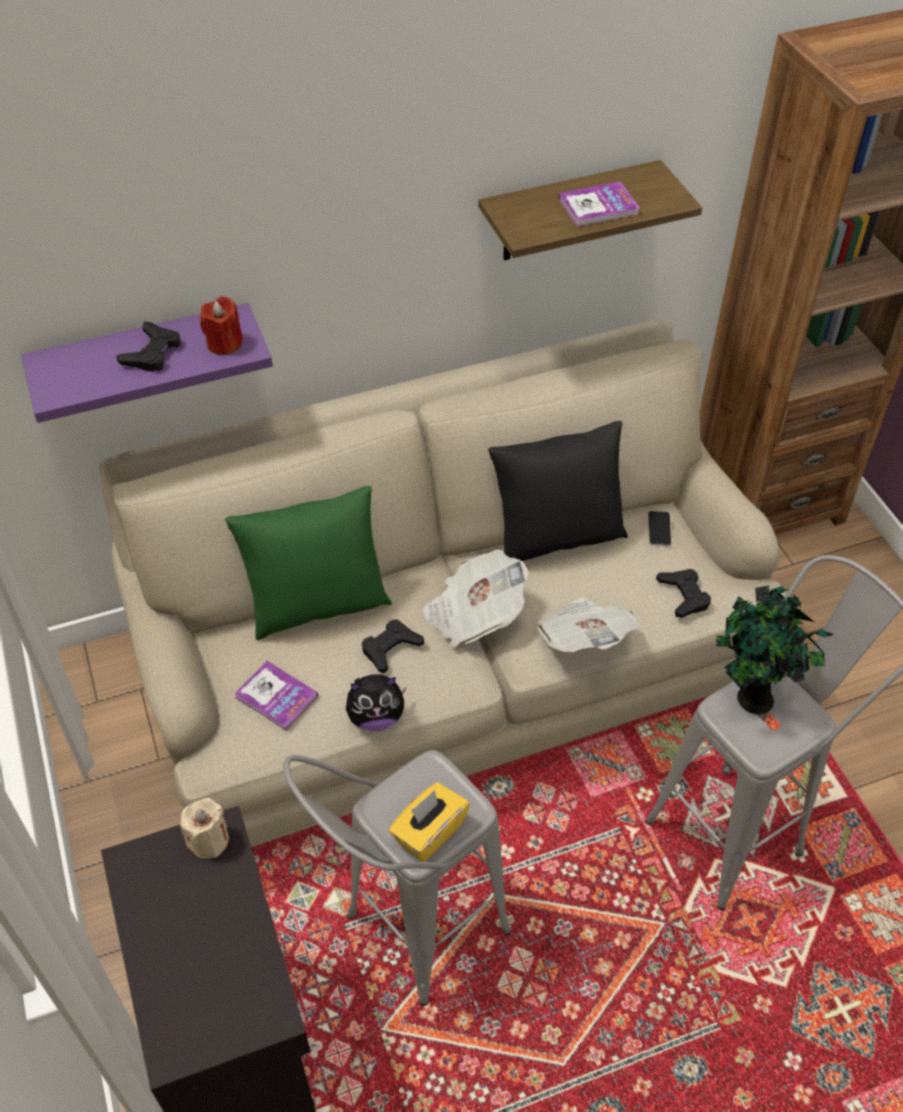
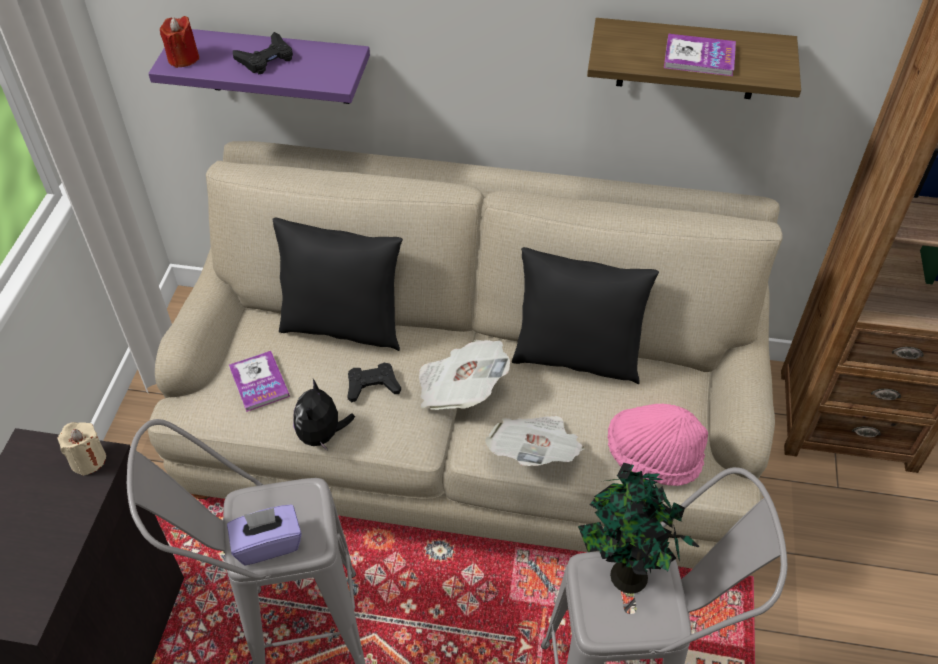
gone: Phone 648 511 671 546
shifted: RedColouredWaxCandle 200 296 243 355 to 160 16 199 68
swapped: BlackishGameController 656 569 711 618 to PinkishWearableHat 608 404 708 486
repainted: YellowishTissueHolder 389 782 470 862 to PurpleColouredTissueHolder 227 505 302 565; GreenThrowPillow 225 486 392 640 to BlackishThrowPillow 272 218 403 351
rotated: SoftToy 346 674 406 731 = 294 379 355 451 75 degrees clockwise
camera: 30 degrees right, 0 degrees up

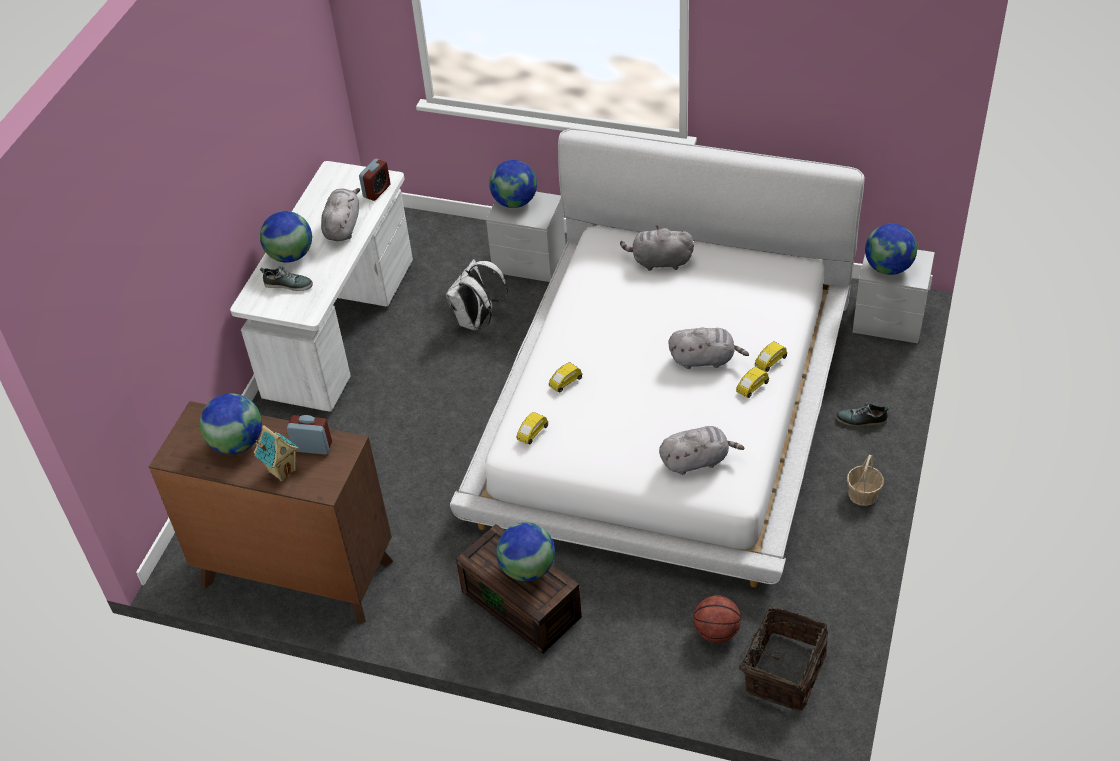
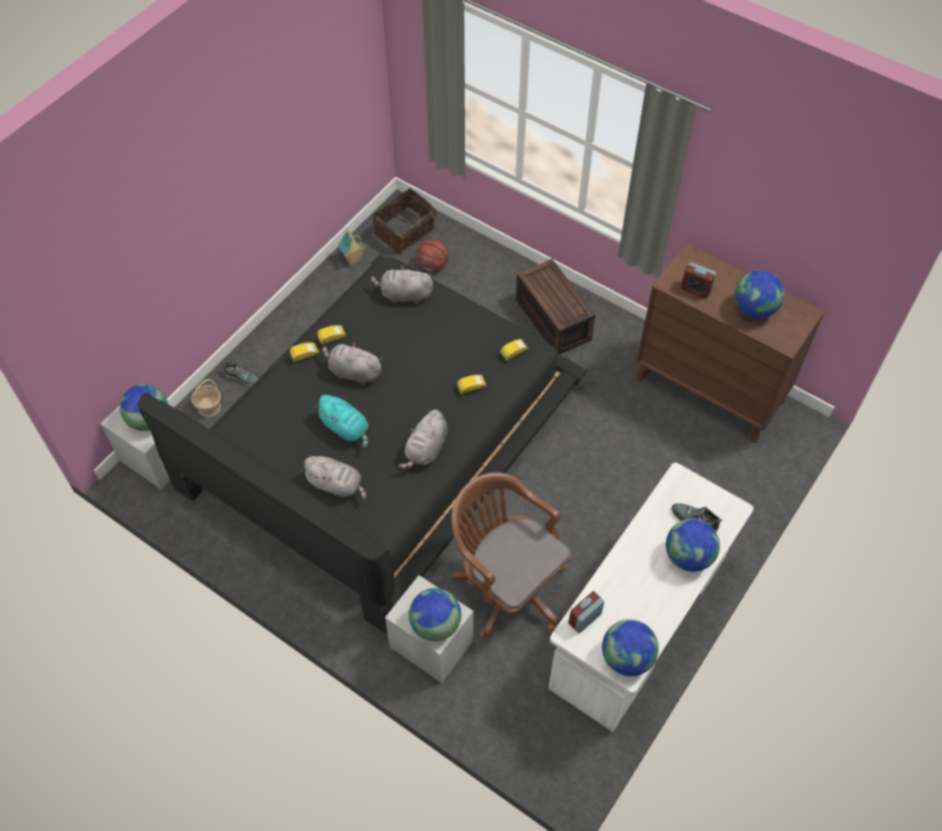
new: TurquoiseSoftToy 314 395 369 448
shifted: HouseholdBasket 847 455 884 506 to 191 379 221 417; ModelHouse 254 425 299 481 to 338 229 366 266; GreySoftToy 321 188 360 241 to 399 410 448 469; Globe 496 522 555 581 to 602 619 659 676
swapped: WhitishRucksack 446 259 508 330 to BrownColouredComputerChair 452 472 571 638
repainted: WhitishSleepingBed 450 128 865 587 to BlackishSleepingBed 138 255 587 634
camera: 165 degrees left, 10 degrees up

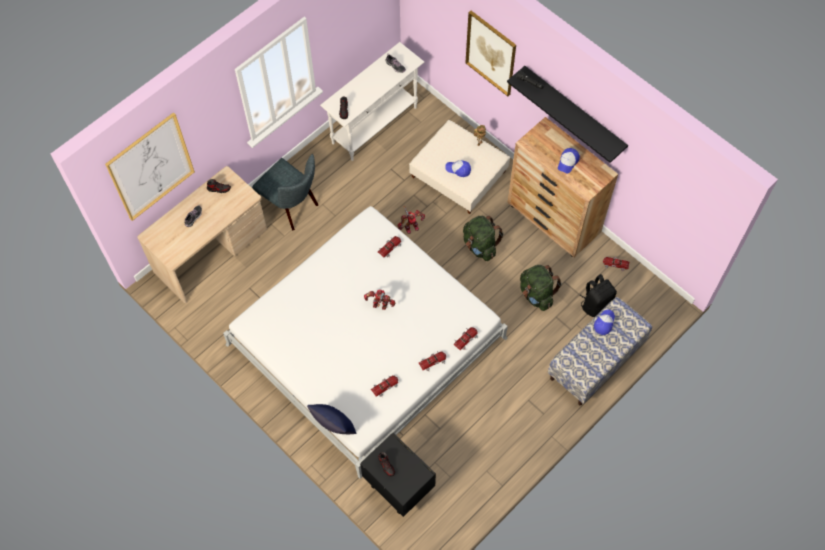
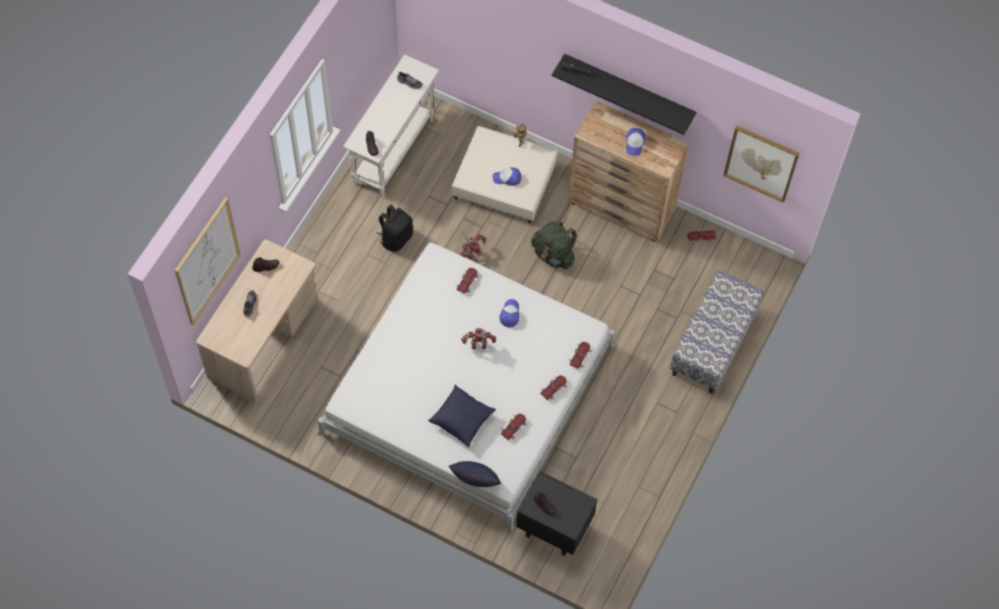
gone: GreyUprightChair 252 154 318 230; GreenRucksack 520 265 562 311
new: BlueThrowPillow 428 384 496 447
shifted: BlackishRucksack 579 274 617 317 to 376 205 413 252; Cap 594 310 615 335 to 500 299 519 327; WallPicture 466 11 516 96 to 723 126 800 203
camera: 20 degrees left, 0 degrees up

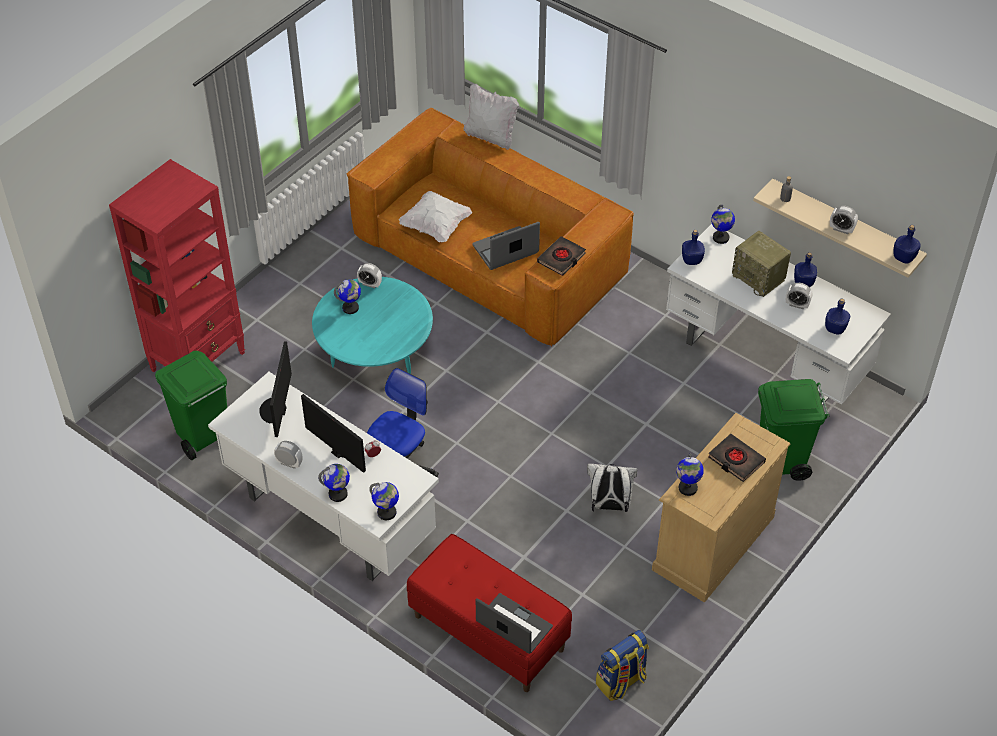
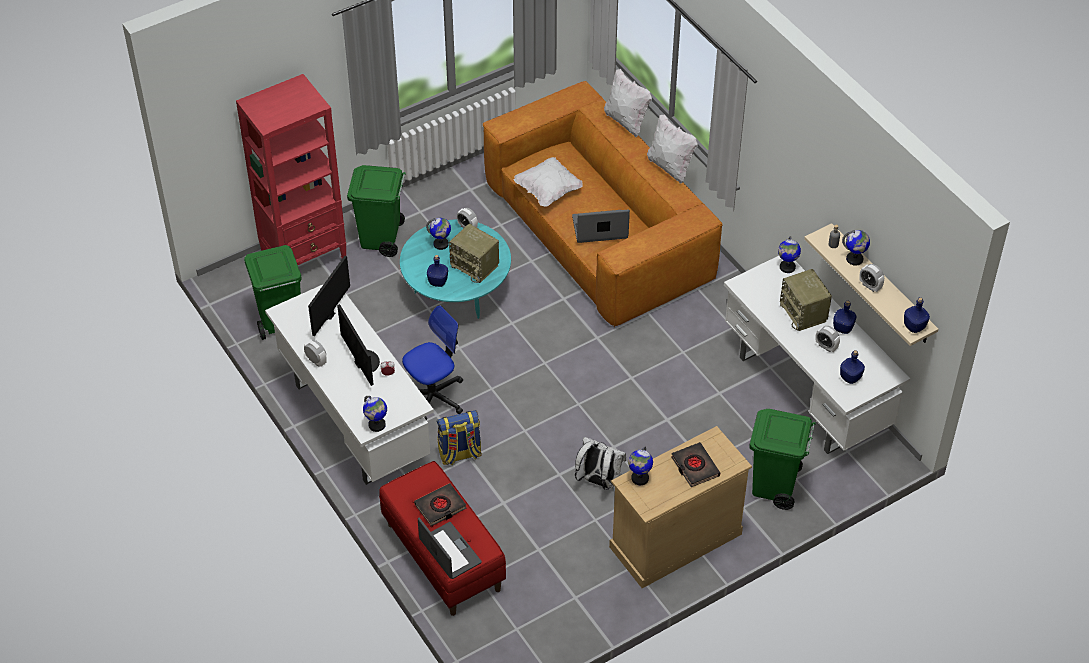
new: GreenRubbishBin 347 165 406 257; RadioSet 449 224 499 283; WhitishThrowPillow 647 114 698 184
shifted: BlackishVolume 537 236 586 276 to 414 483 466 526; BlueDrinkBottle 682 230 705 265 to 427 255 448 287; Rucksack 596 630 649 701 to 437 410 482 465; Globe 318 464 350 502 to 842 230 870 266
camera: 20 degrees right, 0 degrees up

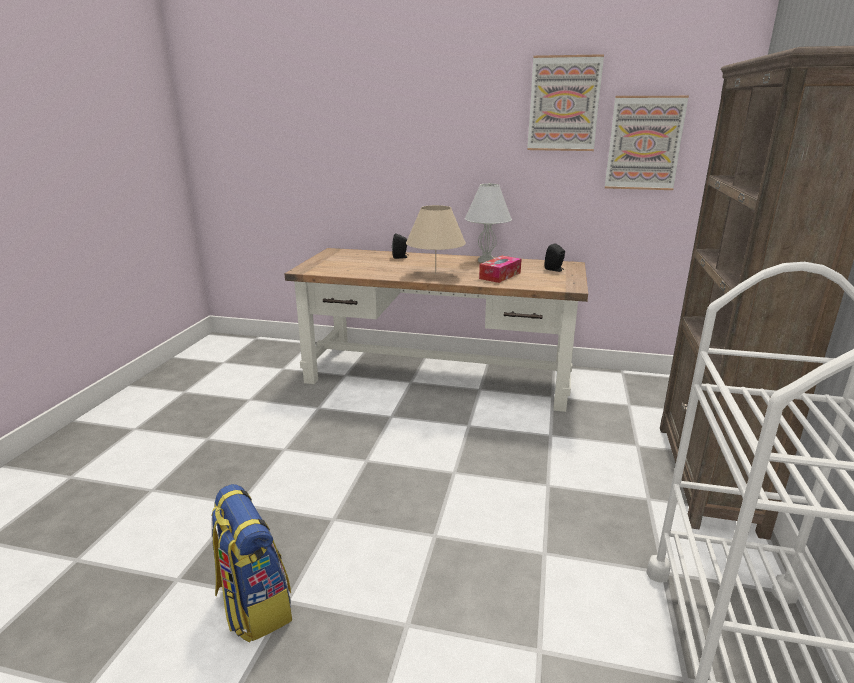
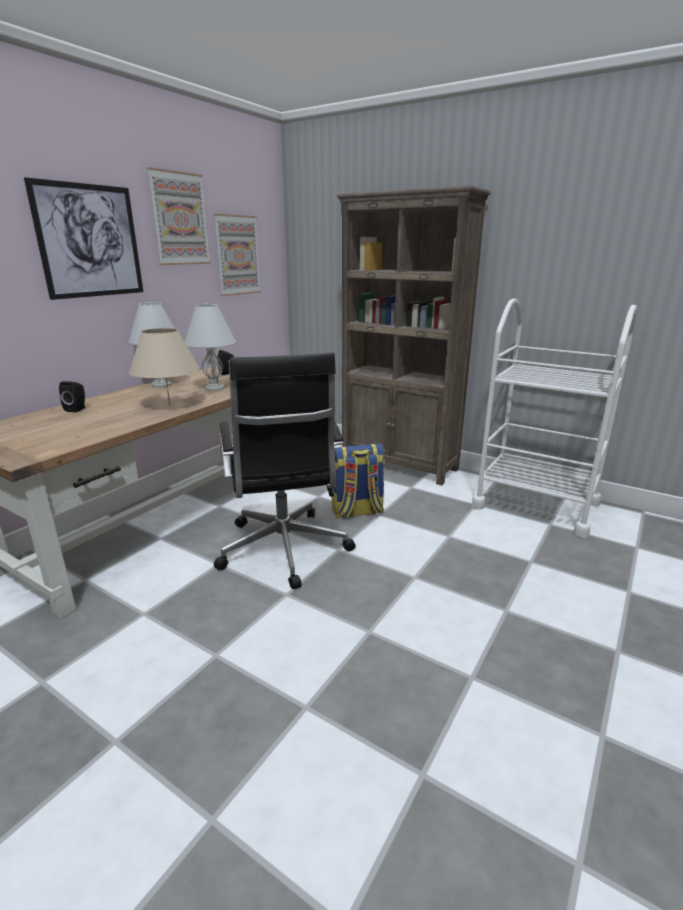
new: WallPicture 24 177 143 300; BlackishComputerChair 214 353 356 589
shifted: Rucksack 211 484 292 643 to 332 443 385 519
swapped: TissueHolder 479 256 521 283 to WhitishTabletopLamp 184 303 236 391
camera: 70 degrees left, 0 degrees up

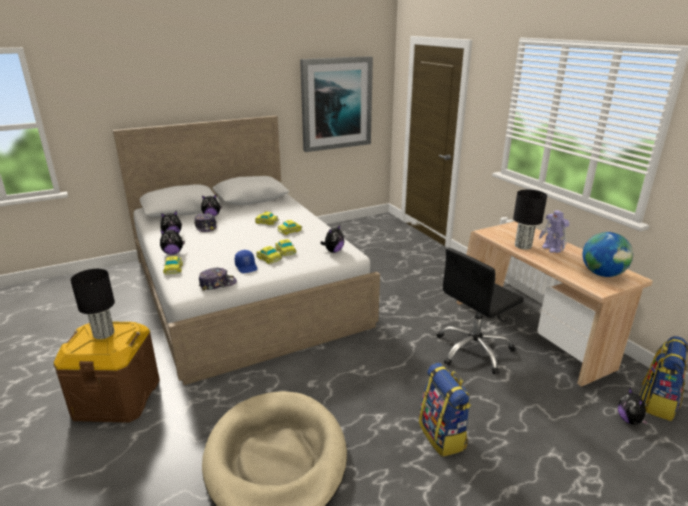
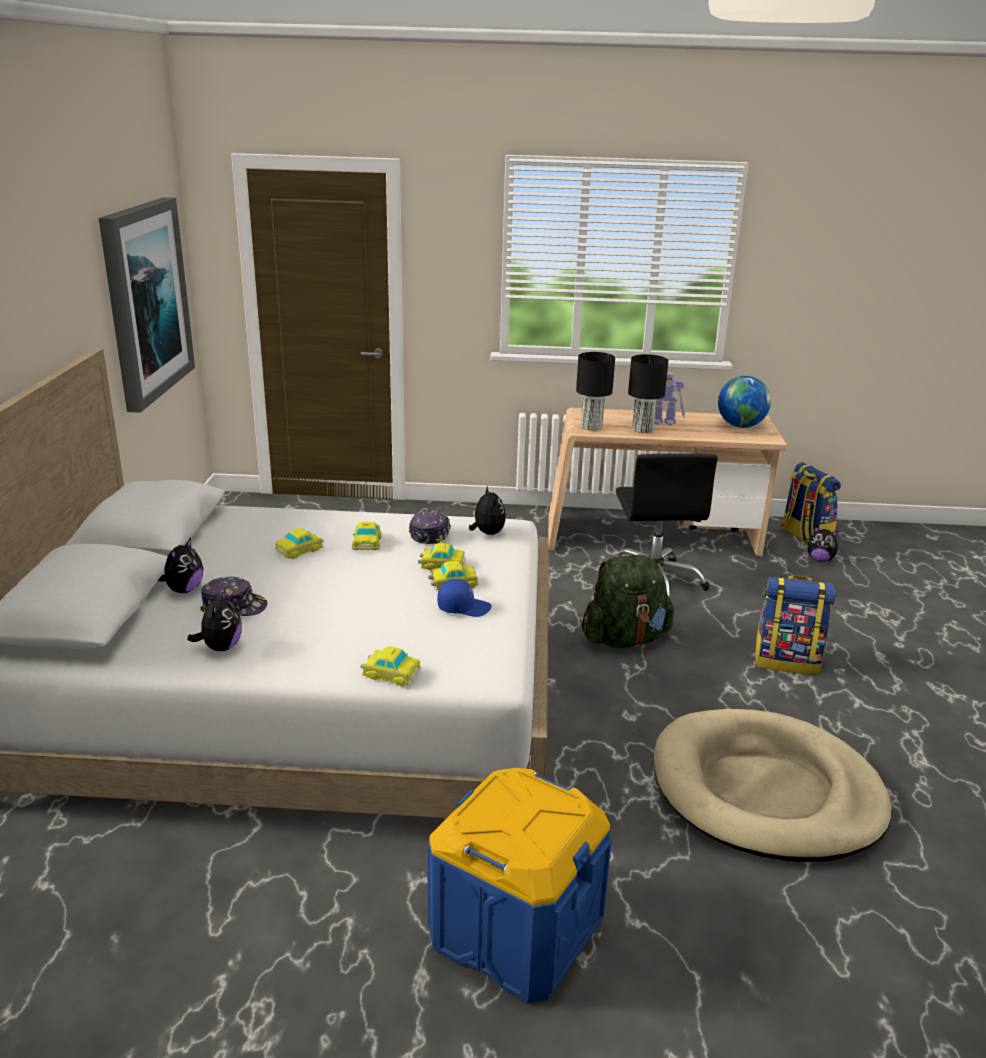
gone: SoftToy 160 228 185 255
new: GreenRucksack 582 555 674 648
shifted: Cap 199 268 237 291 to 409 509 451 544; BlackishTabletopLamp 70 269 115 339 to 576 352 615 431
repainted: BrownColouredStorageContainer 54 322 160 423 to BlueStorageContainer 428 768 612 1003
camera: 60 degrees left, 0 degrees up

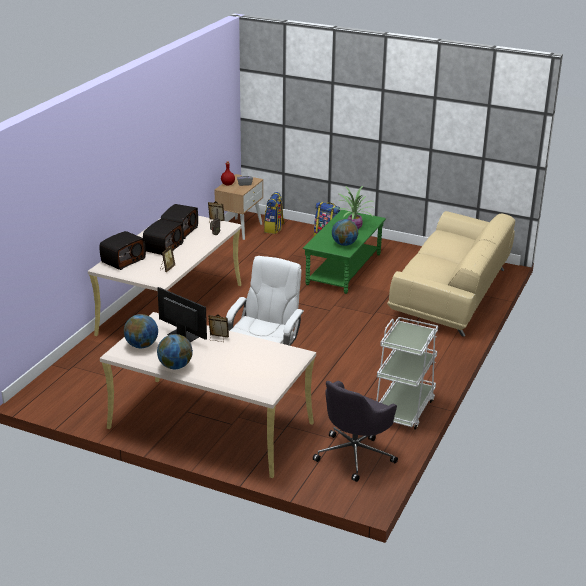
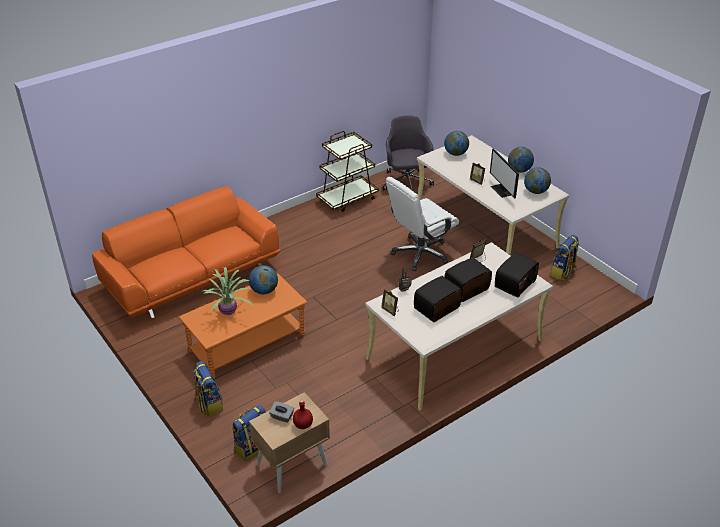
new: Globe 444 131 469 156; Rucksack 550 235 579 281
repainted: BeigeSettee 387 211 515 337 to OrangeSettee 92 186 281 318; GreenLowTable 303 210 386 294 to OrangeLowTable 179 273 307 378; WhitishCart 376 317 438 430 to BrownColouredCart 316 131 379 212
rotated: GreyComputerChair 313 381 398 482 = 383 115 434 192 75 degrees counterclockwise; RadioSet 100 231 146 270 = 495 253 539 298 150 degrees clockwise
camera: 150 degrees left, 10 degrees up

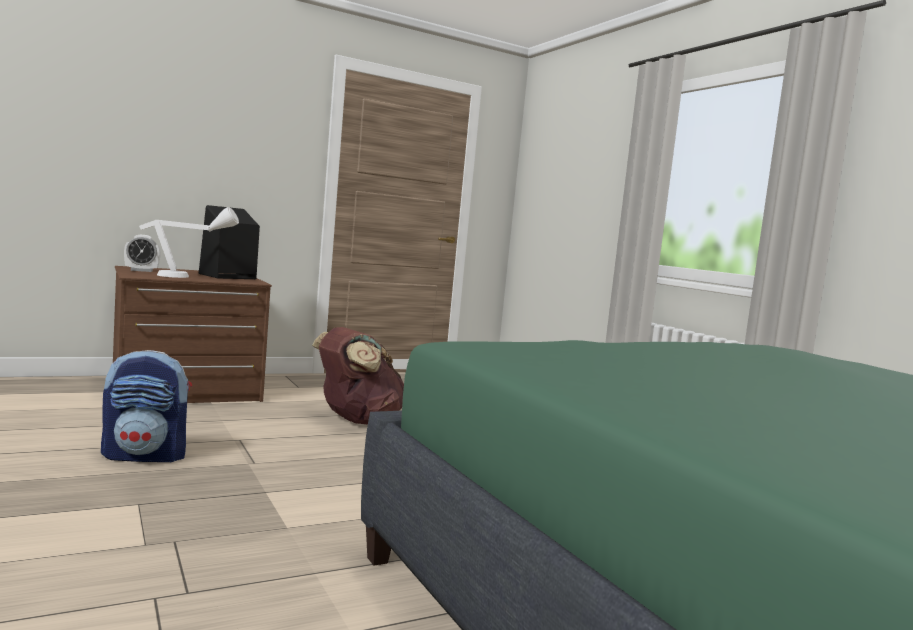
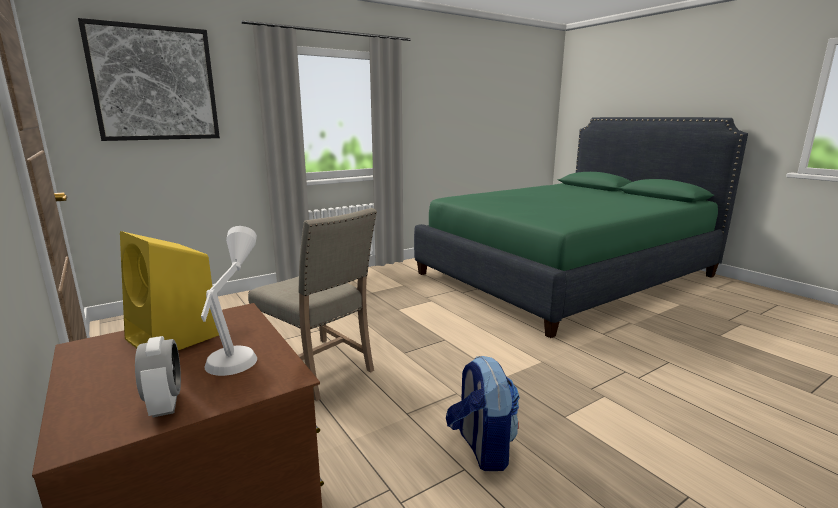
new: WallPicture 78 18 220 141
swapped: BrownColouredRucksack 312 327 404 424 to BeigeUprightChair 248 208 377 401
repainted: BlackishSpeaker 199 205 260 279 to YellowishSpeaker 120 231 219 350
camera: 95 degrees left, 10 degrees up

